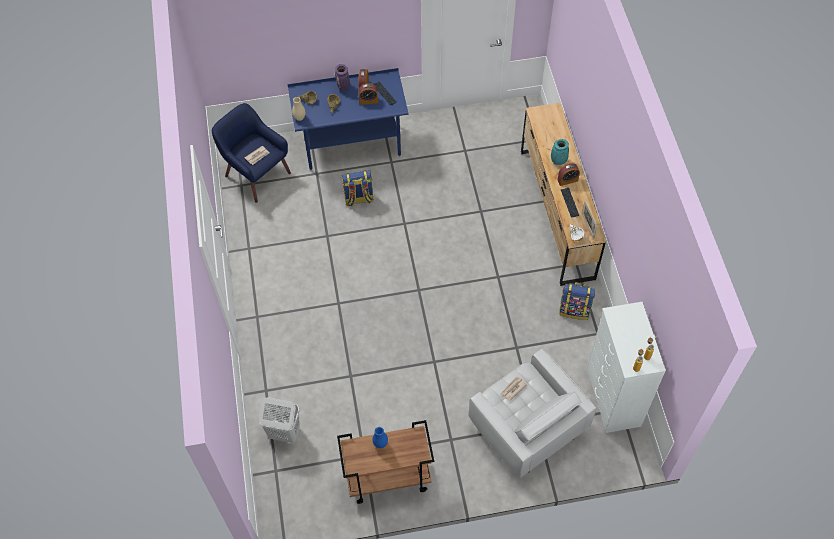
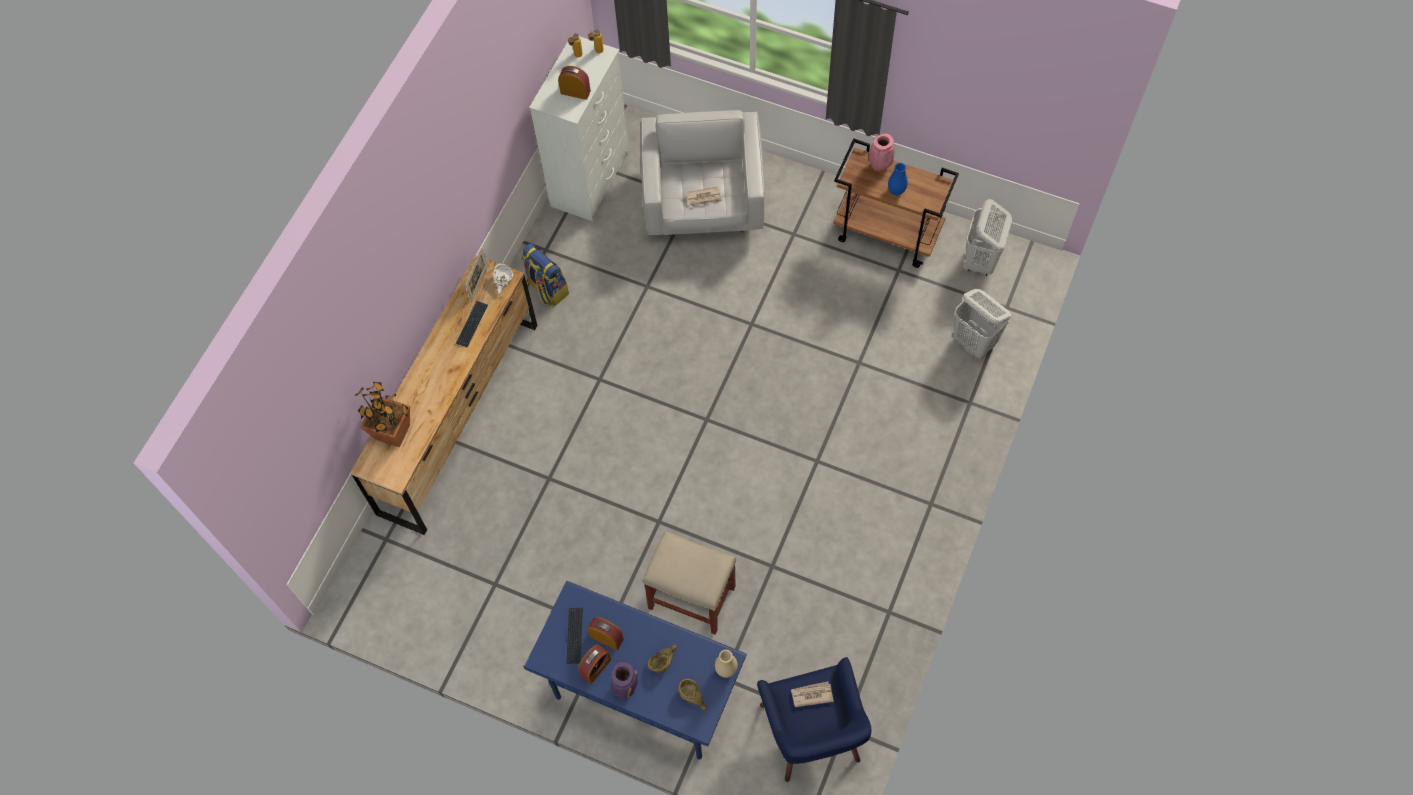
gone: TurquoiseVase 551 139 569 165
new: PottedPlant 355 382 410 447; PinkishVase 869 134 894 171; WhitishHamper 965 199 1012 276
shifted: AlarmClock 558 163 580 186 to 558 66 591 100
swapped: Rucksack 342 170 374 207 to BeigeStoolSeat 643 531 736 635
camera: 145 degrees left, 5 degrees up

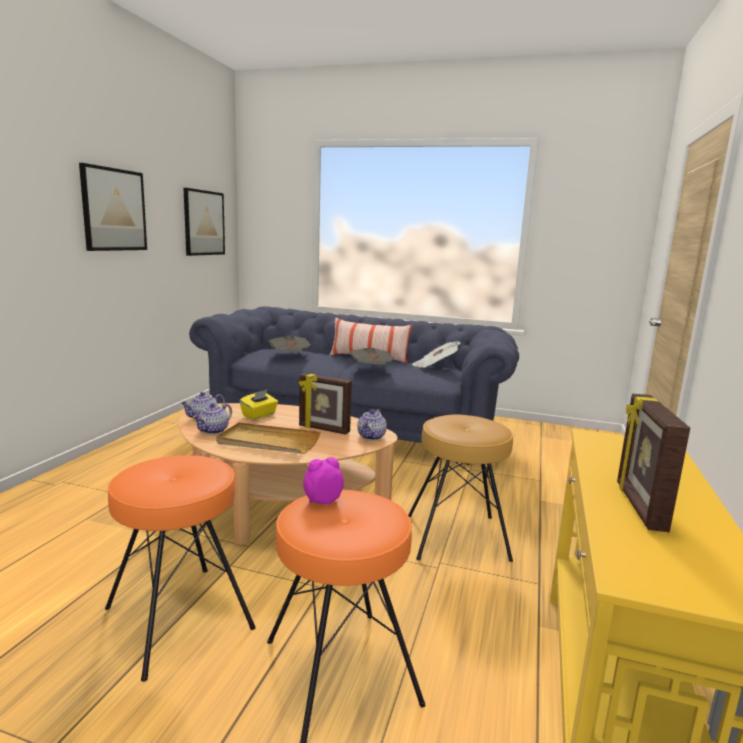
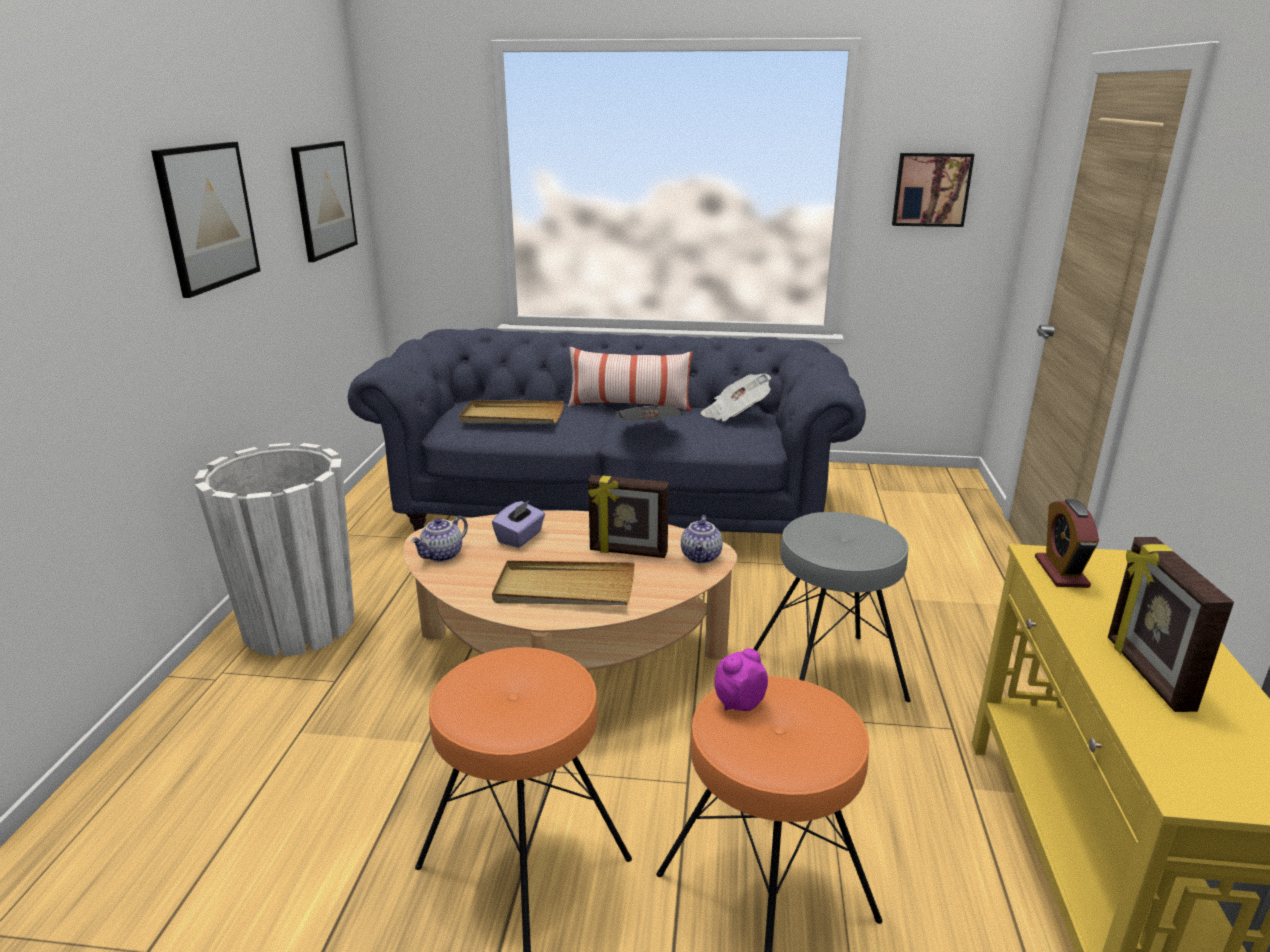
gone: Teapot 193 403 232 434
new: WhitishPlantPot 194 443 354 657; WallPicture 892 153 975 227; AlarmClock 1035 499 1099 588
swapped: DailyPaper 269 336 311 352 to BeigeServingTray 459 400 564 423
repainted: YellowishTissueHolder 239 390 278 420 to PurpleColouredTissueHolder 492 499 545 548; BrownColouredStoolSeat 408 414 513 562 to GreyStoolSeat 753 512 911 702
camera: 10 degrees left, 10 degrees up

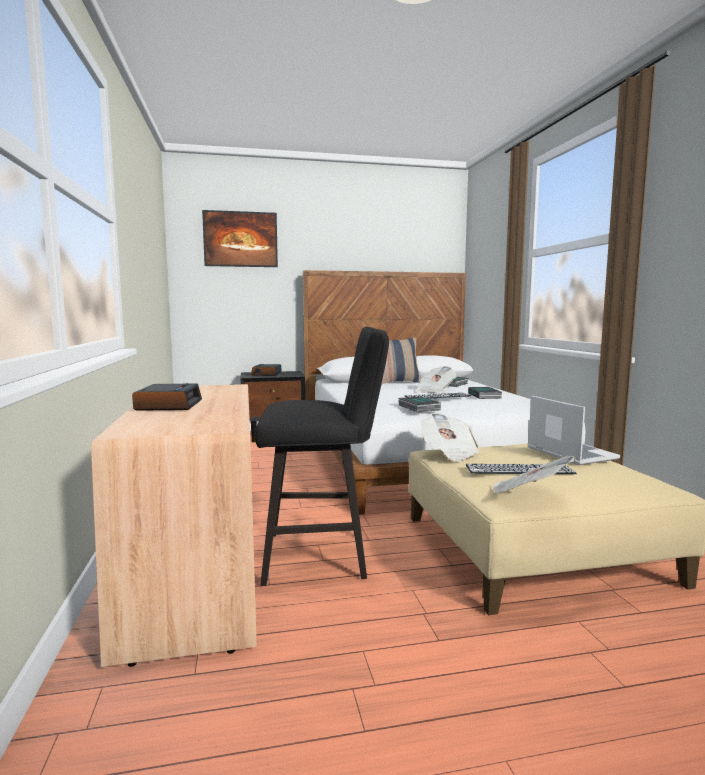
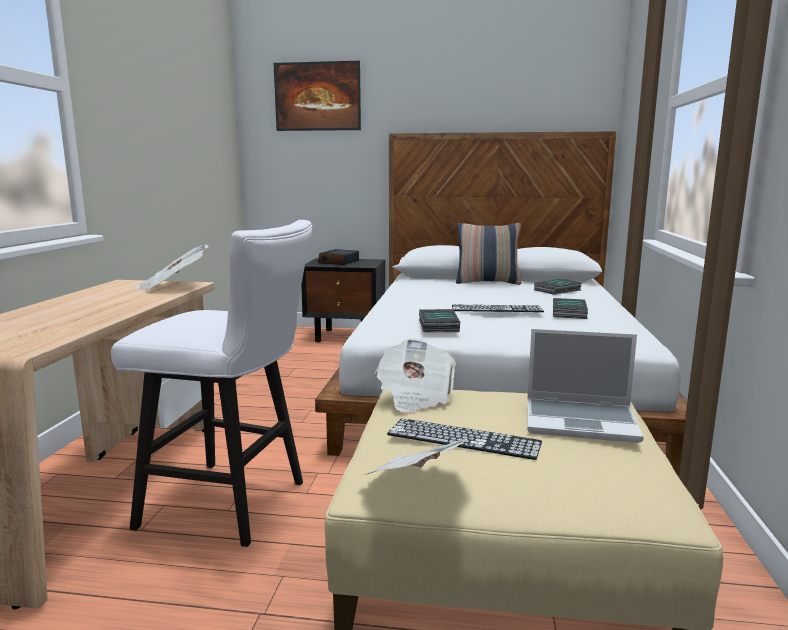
gone: AlarmClock 132 383 202 411
shifted: DailyPaper 417 366 458 393 to 135 245 209 290
repainted: BlackishStoolSeat 255 327 389 586 to WhitishStoolSeat 111 220 313 547
rotated: Laptop 528 396 620 465 = 527 329 644 443 105 degrees clockwise
camera: 20 degrees right, 5 degrees up

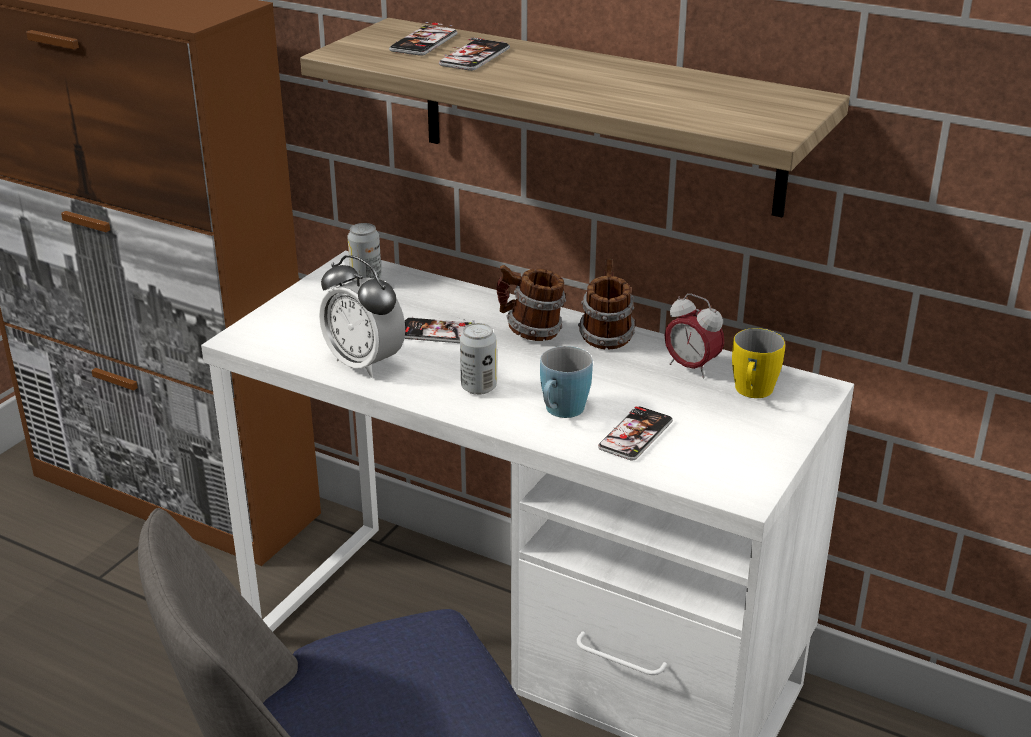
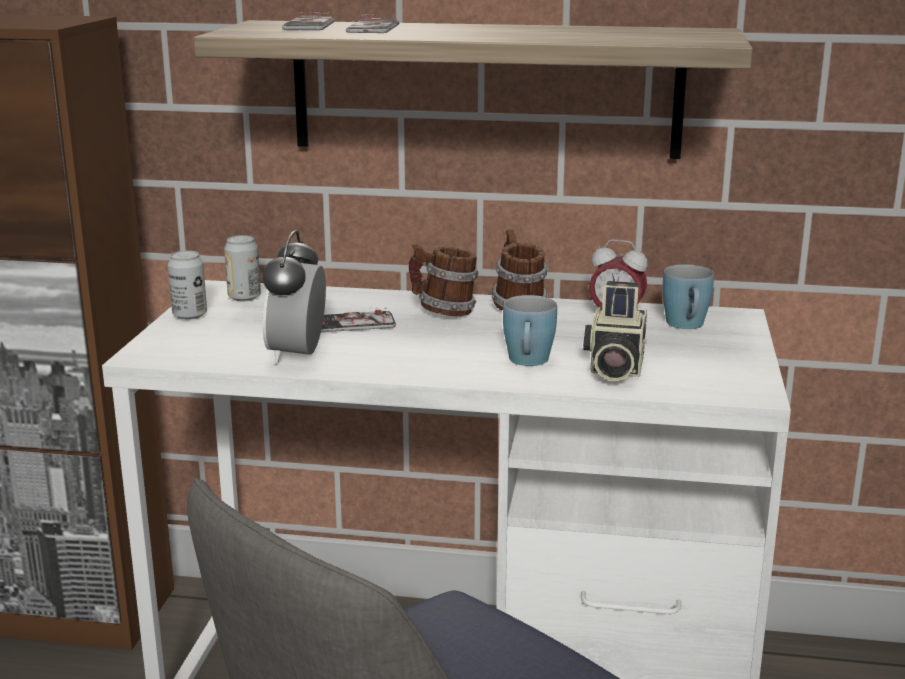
shifted: SealedCan 460 323 497 395 to 168 251 207 320
swapped: Phone 598 406 673 460 to PhotoCamera 583 281 647 381
repainted: YellowishCoffeeMug 732 328 785 398 to BlueCoffeeMug 662 264 714 329
rotated: AlarmClock 319 255 405 378 = 262 230 326 364 75 degrees clockwise
camera: 20 degrees left, 10 degrees down

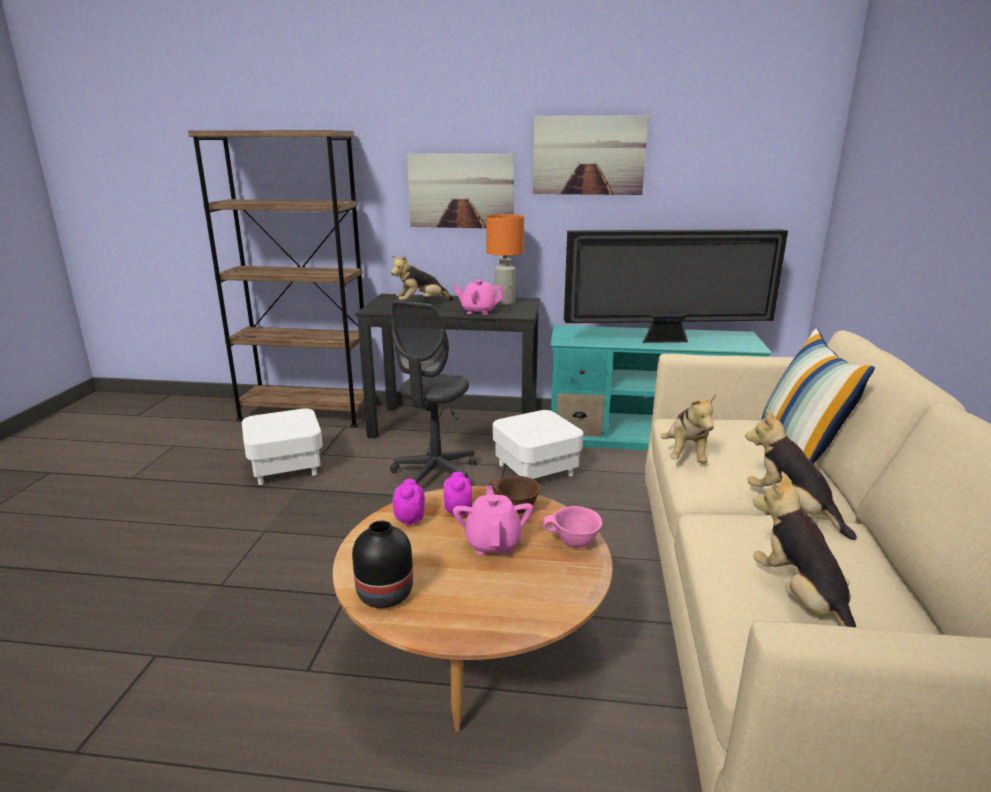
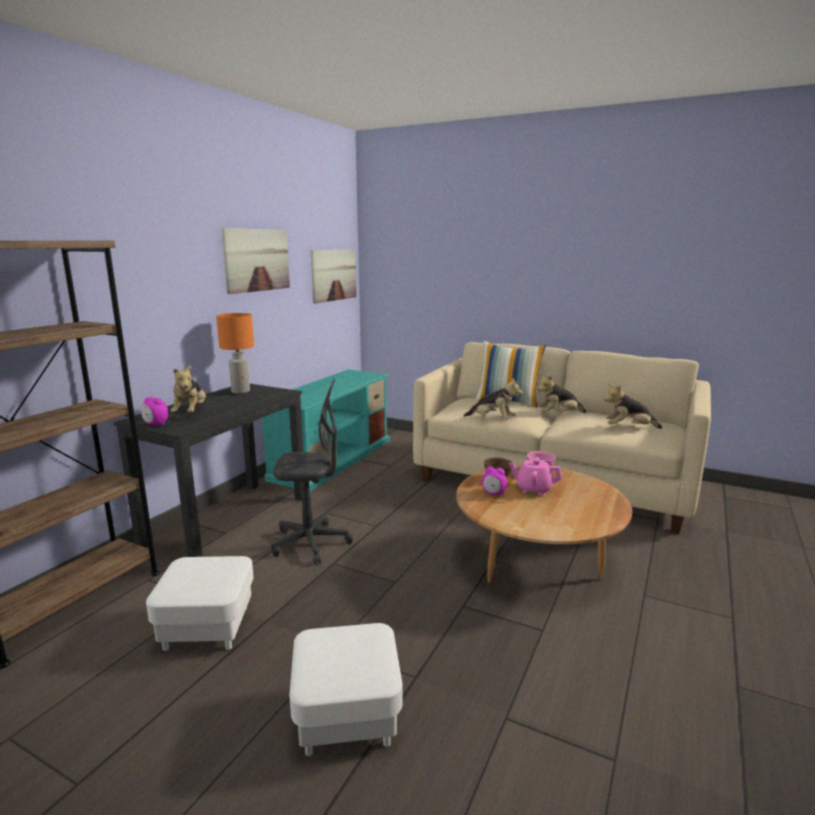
gone: BlackishVase 352 521 413 608; PinkishTeapot 454 280 504 315; TvSet 564 229 788 343
shifted: AlarmClock 393 479 425 527 to 141 397 168 426; WhitishOttoman 493 410 584 479 to 289 623 403 756; WallPicture 407 154 514 228 to 311 249 356 304
rotated: GreyComputerChair 390 300 476 486 = 271 379 353 565 45 degrees counterclockwise
camera: 70 degrees left, 5 degrees down

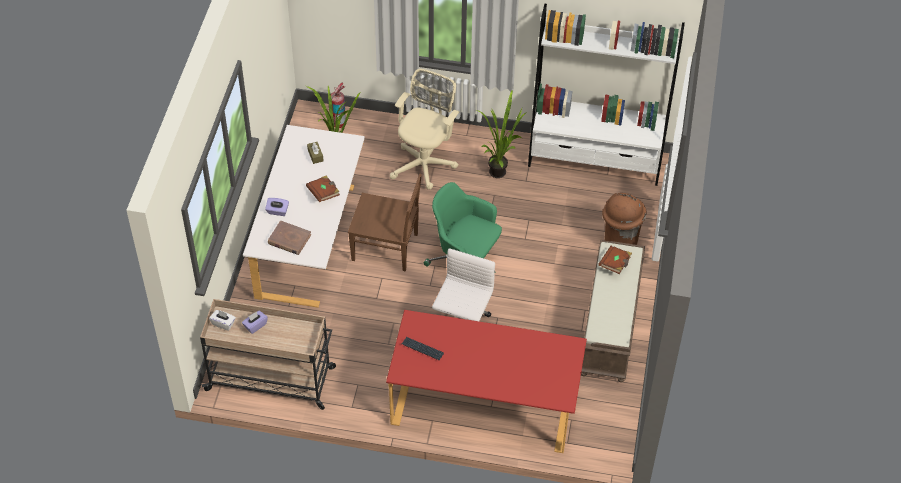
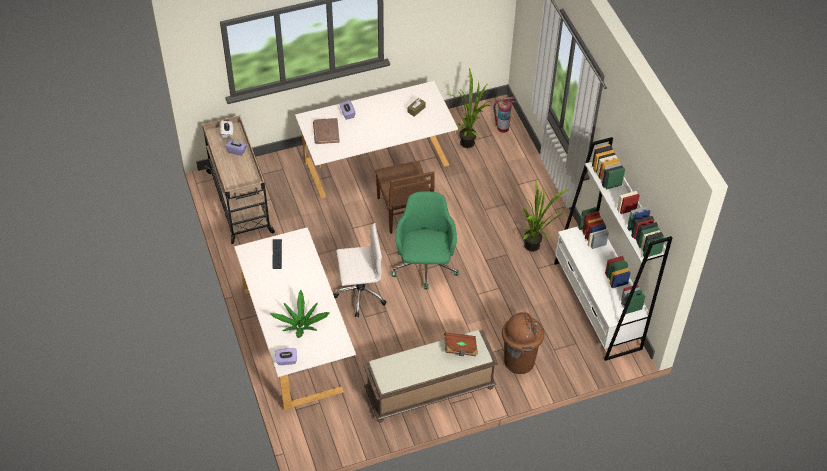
gone: BrownColouredVolume 306 176 340 202; BeigeComputerChair 390 69 459 190
new: PottedPlant 270 290 330 338; PurpleColouredTissueHolder 275 348 297 365
repainted: RedColouredDeskUnit 386 310 587 453 to WhitishDeskUnit 234 228 356 411
camera: 60 degrees right, 0 degrees up

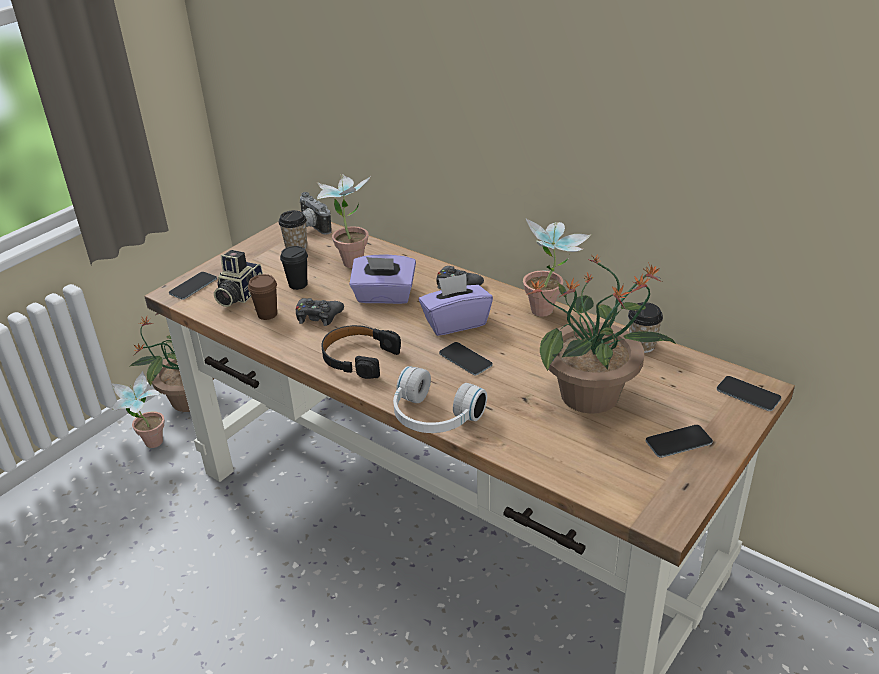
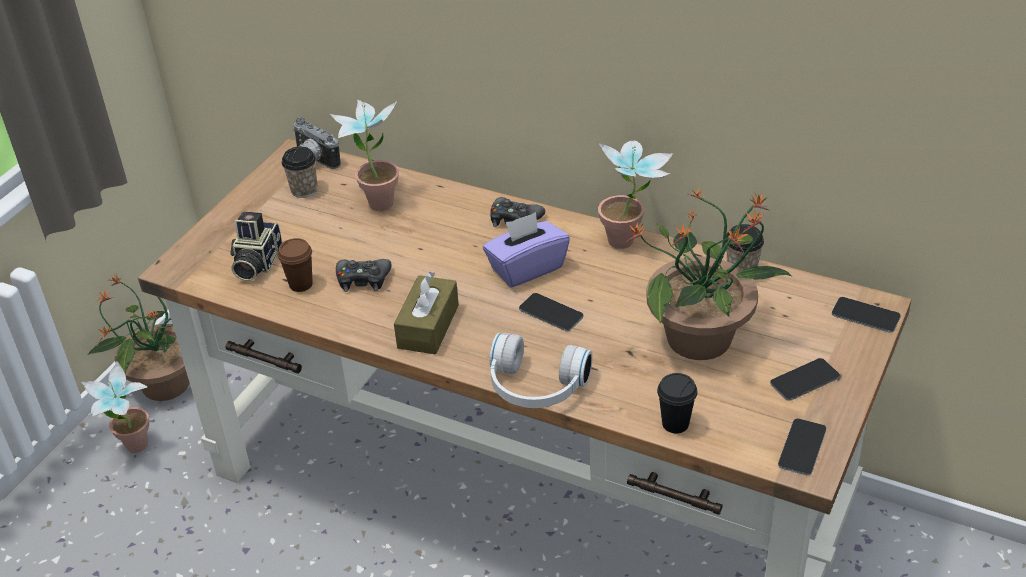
gone: PurpleColouredTissueHolder 349 254 416 304
shifted: BlackishDrinkingCup 280 246 308 290 to 657 373 697 433; Phone 169 272 217 299 to 778 418 826 475
swapped: BlackishHeadset 321 325 401 379 to BrownColouredTissueHolder 394 272 459 355
camera: 10 degrees left, 5 degrees up

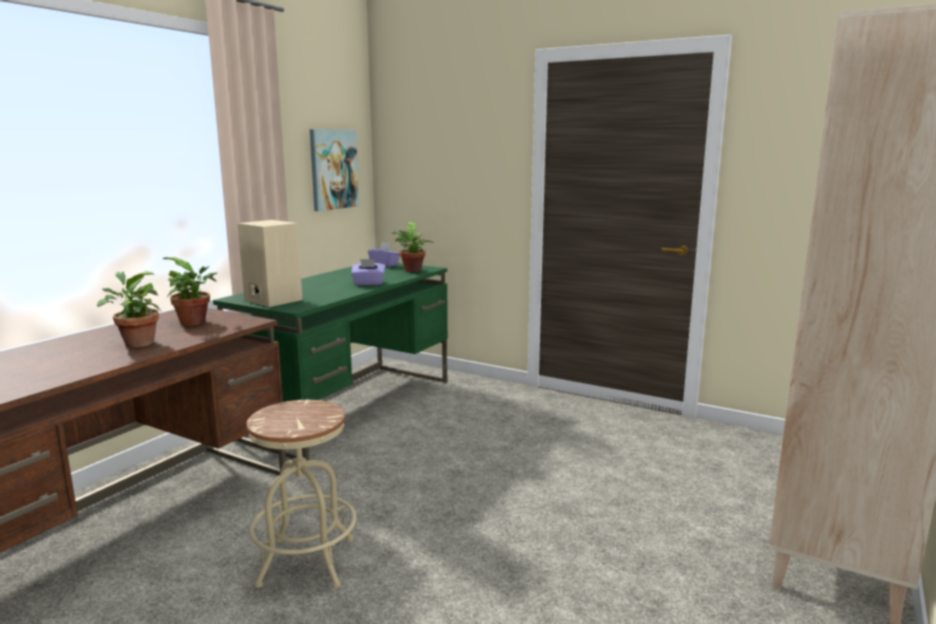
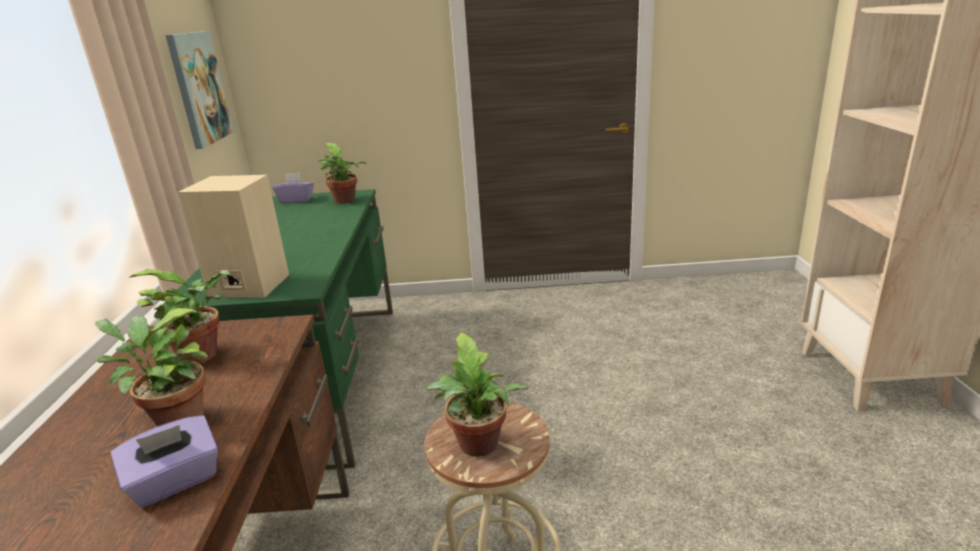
new: PottedPlant 427 333 528 457
shifted: PurpleColouredTissueHolder 351 259 386 285 to 111 415 218 507
camera: 30 degrees left, 10 degrees up

